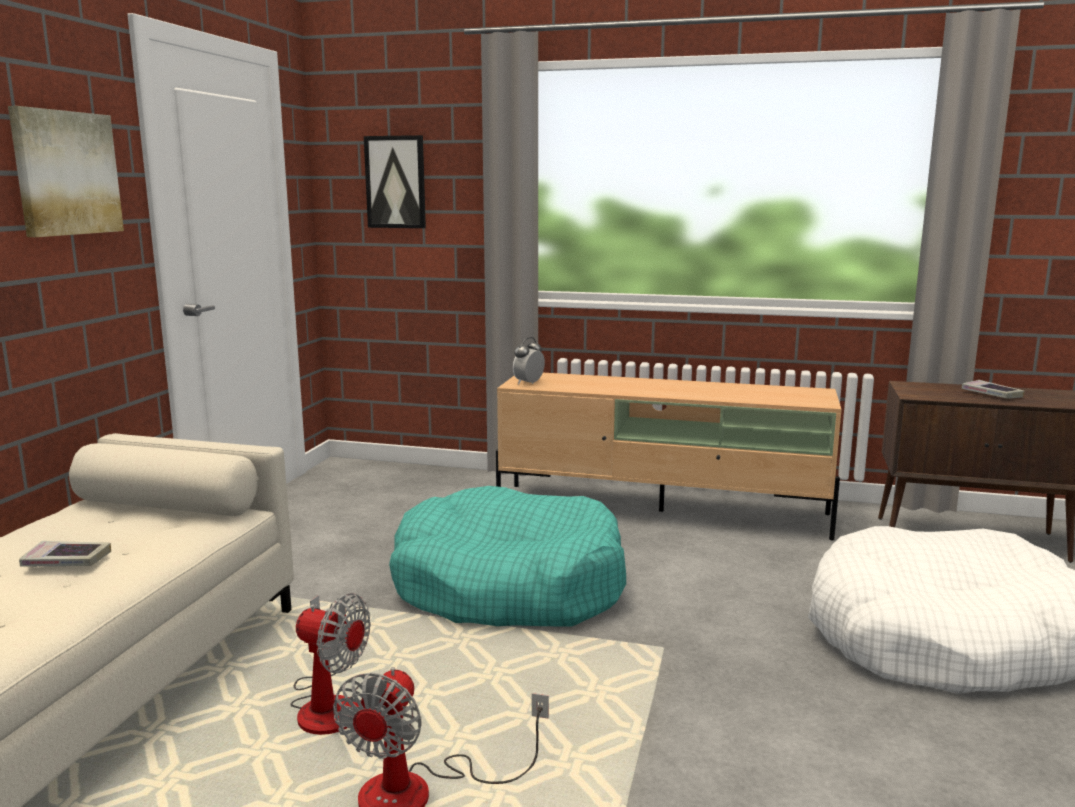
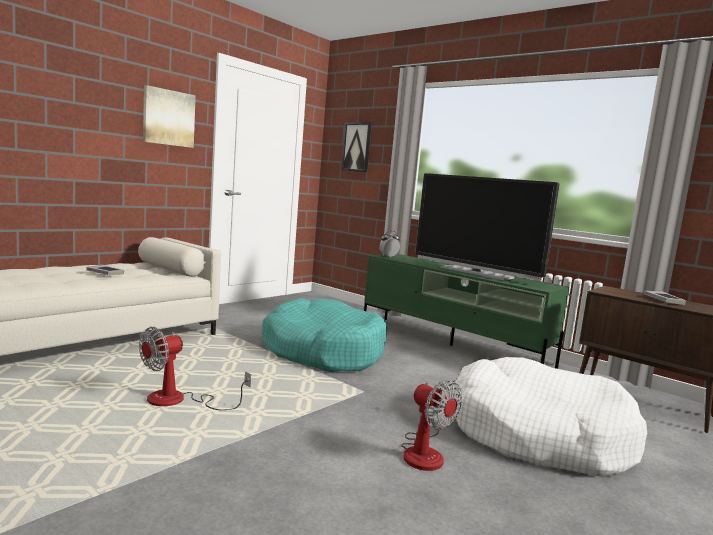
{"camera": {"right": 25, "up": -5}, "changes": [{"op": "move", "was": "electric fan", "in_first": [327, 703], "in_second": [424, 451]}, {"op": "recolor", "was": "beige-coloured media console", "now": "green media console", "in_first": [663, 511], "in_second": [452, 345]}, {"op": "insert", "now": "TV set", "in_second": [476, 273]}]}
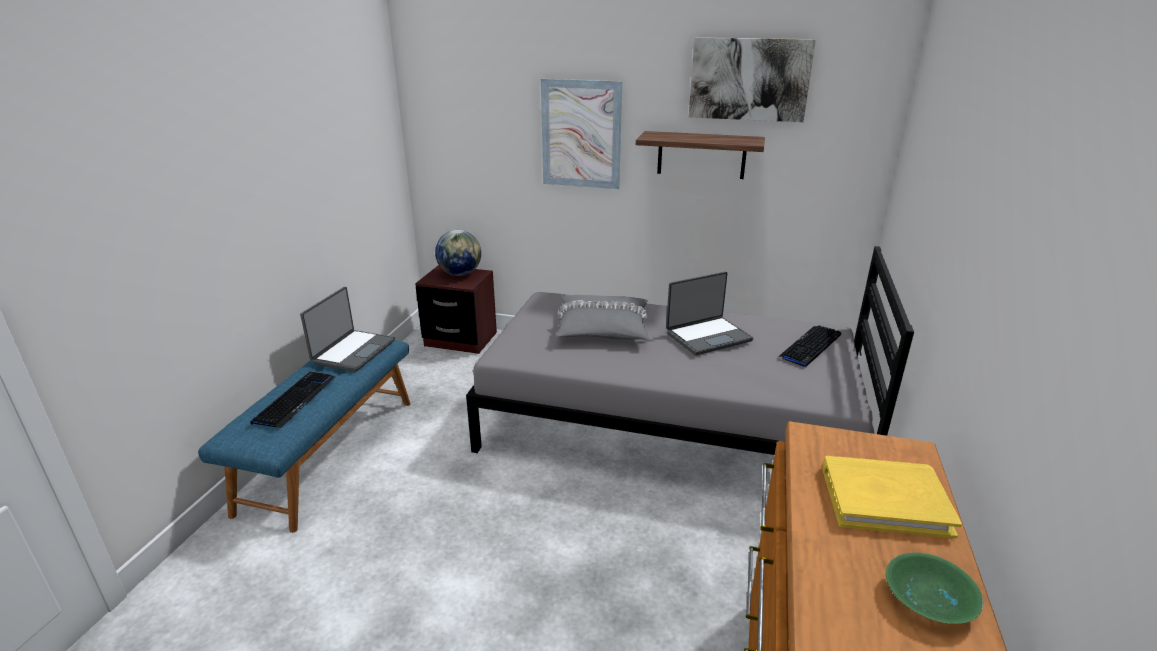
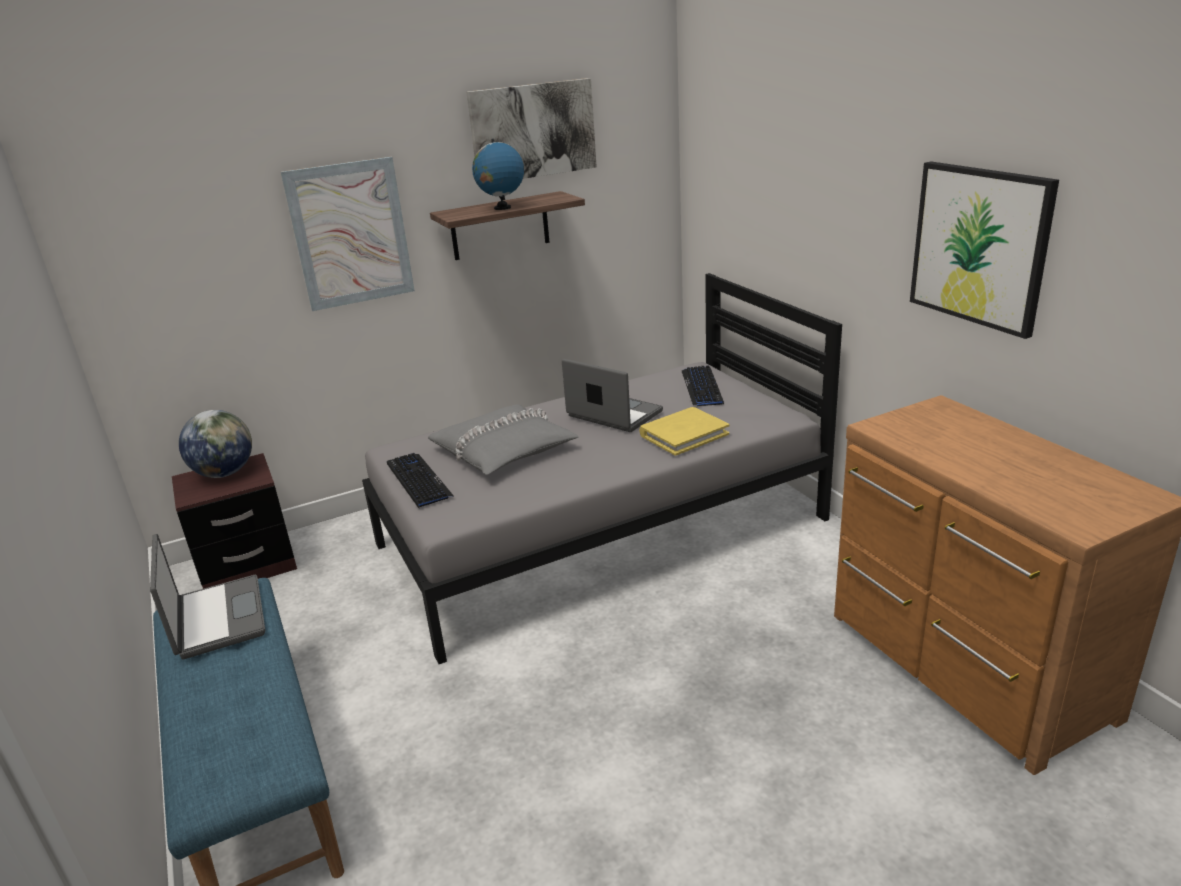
{"camera": {"right": -40, "up": 0}, "changes": [{"op": "move", "was": "keyboard", "in_first": [295, 400], "in_second": [418, 481]}, {"op": "rotate", "was": "laptop", "in_first": [707, 336], "in_second": [613, 414], "clockwise": -75}, {"op": "move", "was": "yellowish bound book", "in_first": [884, 500], "in_second": [683, 434]}, {"op": "delete", "was": "green bowl", "in_first": [931, 601]}, {"op": "insert", "now": "globe", "in_second": [502, 208]}, {"op": "insert", "now": "wall art", "in_second": [979, 246]}]}
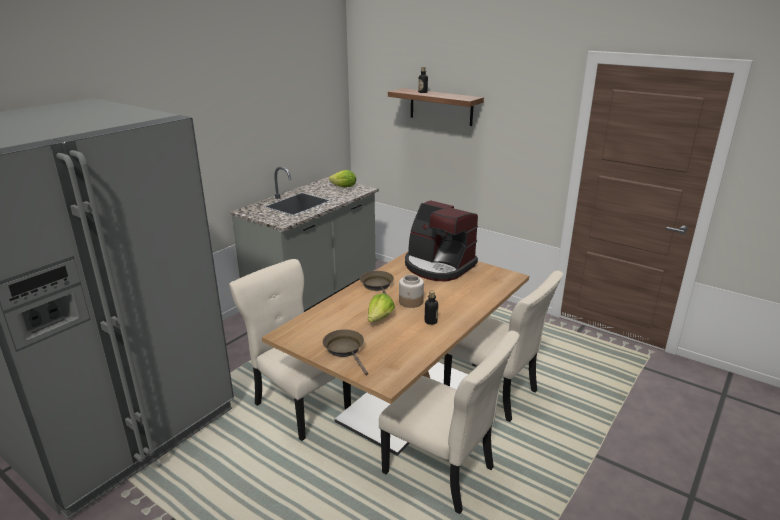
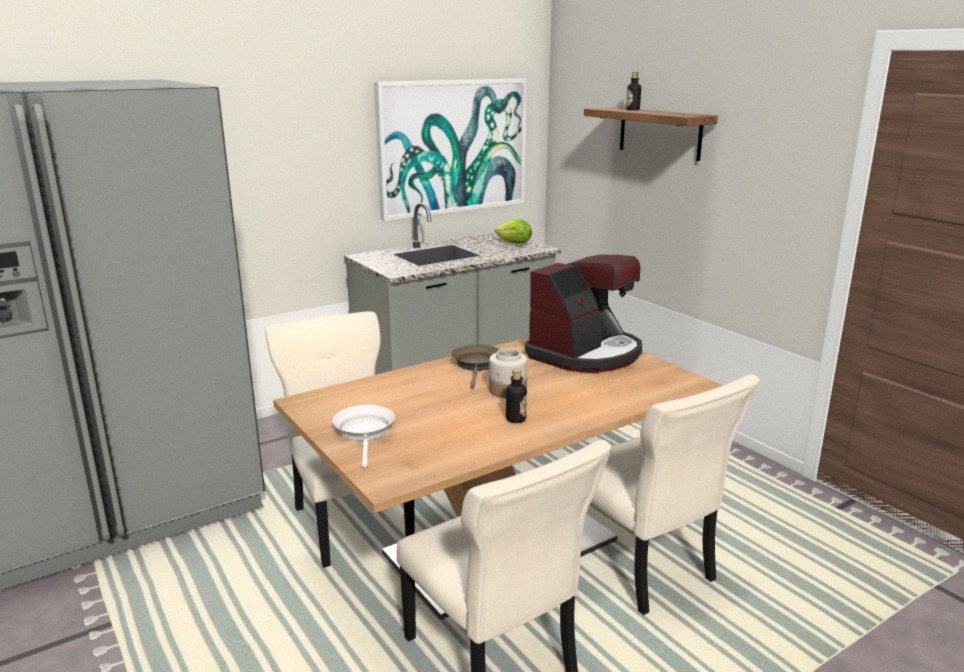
{"camera": {"right": 20, "up": -5}, "changes": [{"op": "recolor", "was": "brown-coloured skillet", "now": "whitish skillet", "in_first": [345, 350], "in_second": [365, 433]}, {"op": "delete", "was": "lettuce head", "in_first": [380, 318]}, {"op": "rotate", "was": "coffee maker", "in_first": [438, 266], "in_second": [586, 354], "clockwise": -105}, {"op": "insert", "now": "wall art", "in_second": [453, 146]}]}
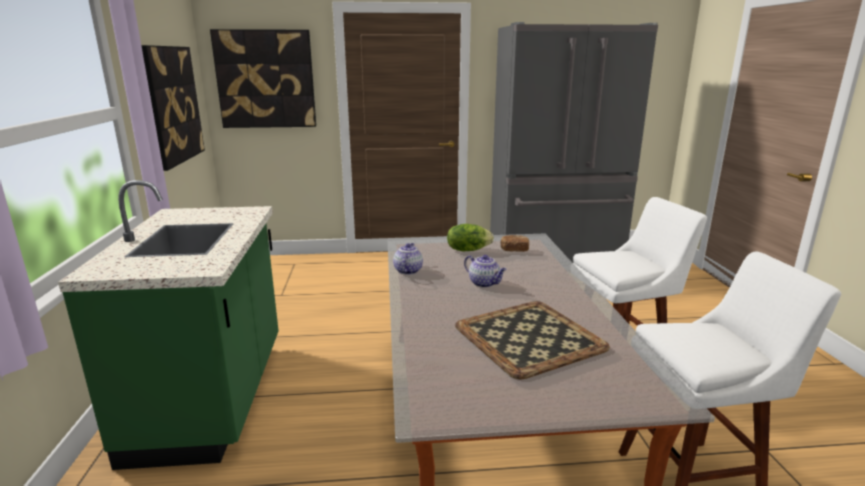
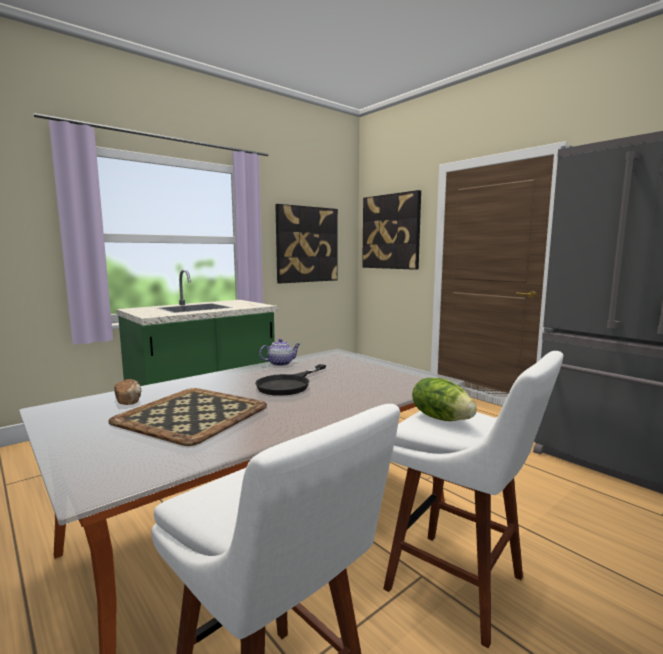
{"camera": {"right": 55, "up": -10}, "changes": [{"op": "move", "was": "lettuce head", "in_first": [468, 250], "in_second": [441, 418]}, {"op": "replace", "was": "teapot", "now": "black skillet", "in_first": [484, 283], "in_second": [289, 384]}, {"op": "move", "was": "bakery bread", "in_first": [514, 250], "in_second": [129, 400]}]}
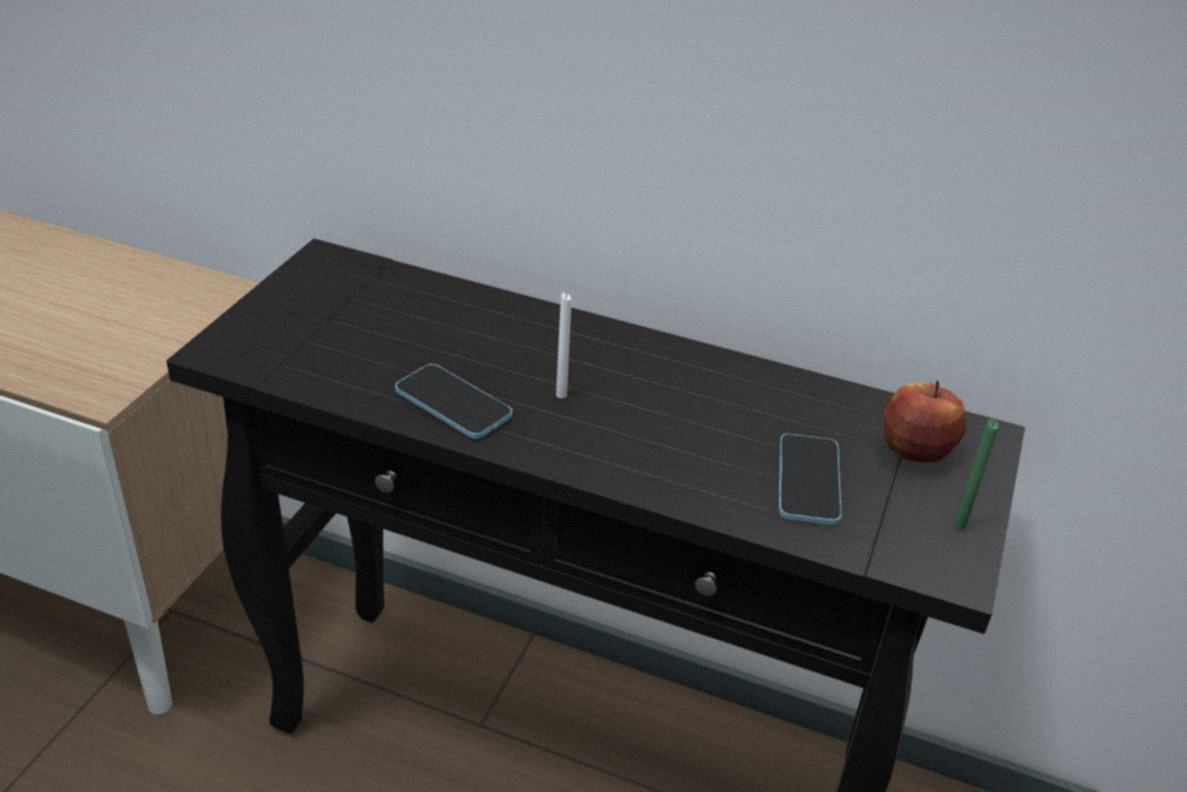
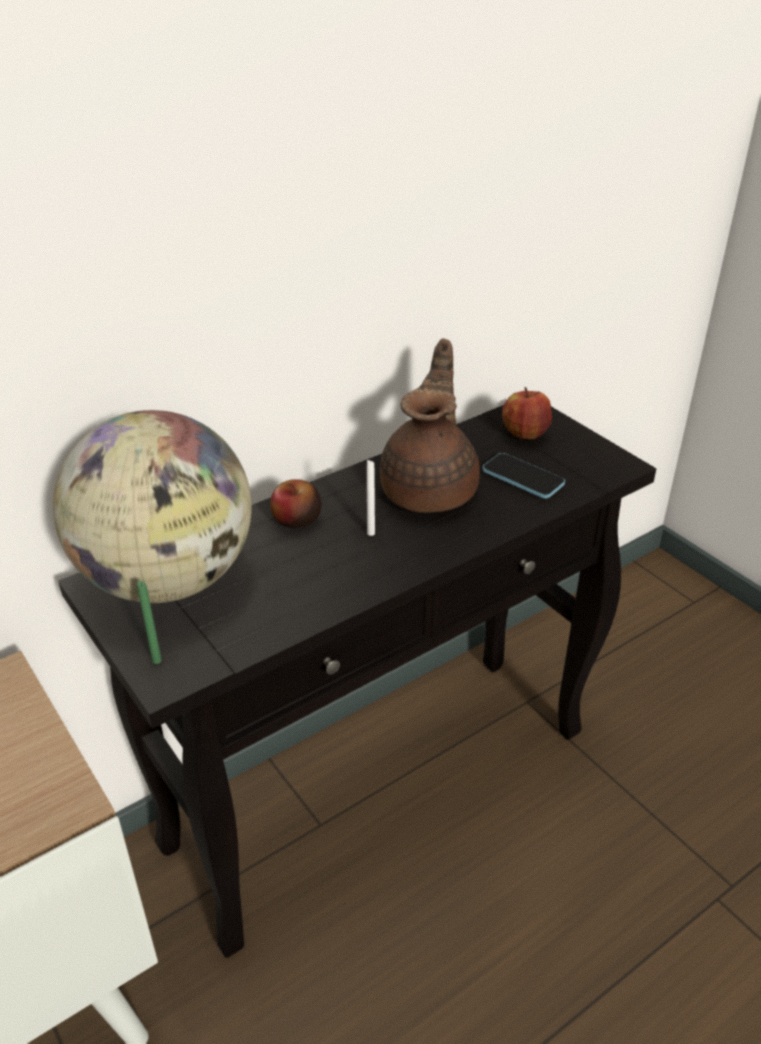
{"camera": {"right": -55, "up": 0}, "changes": [{"op": "delete", "was": "telephone", "in_first": [453, 404]}, {"op": "move", "was": "green candle", "in_first": [959, 526], "in_second": [156, 660]}, {"op": "insert", "now": "globe", "in_second": [168, 580]}, {"op": "insert", "now": "apple", "in_second": [296, 520]}, {"op": "insert", "now": "brown-coloured teapot", "in_second": [431, 489]}]}
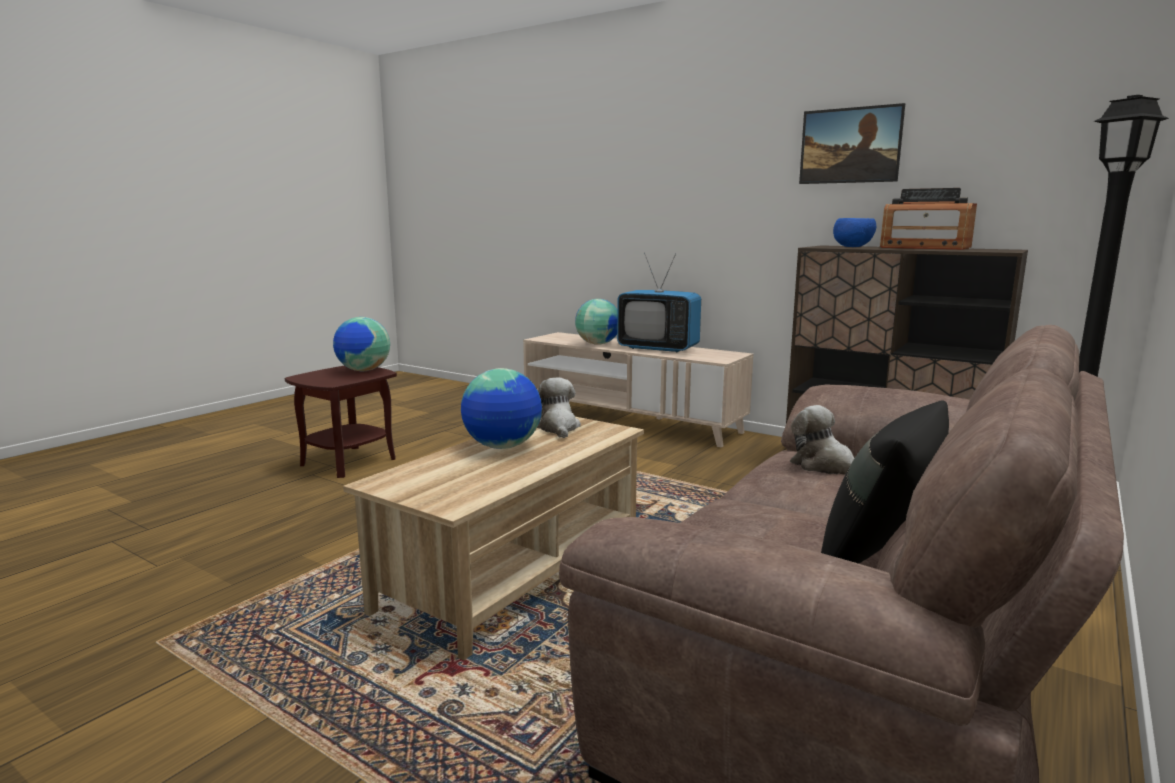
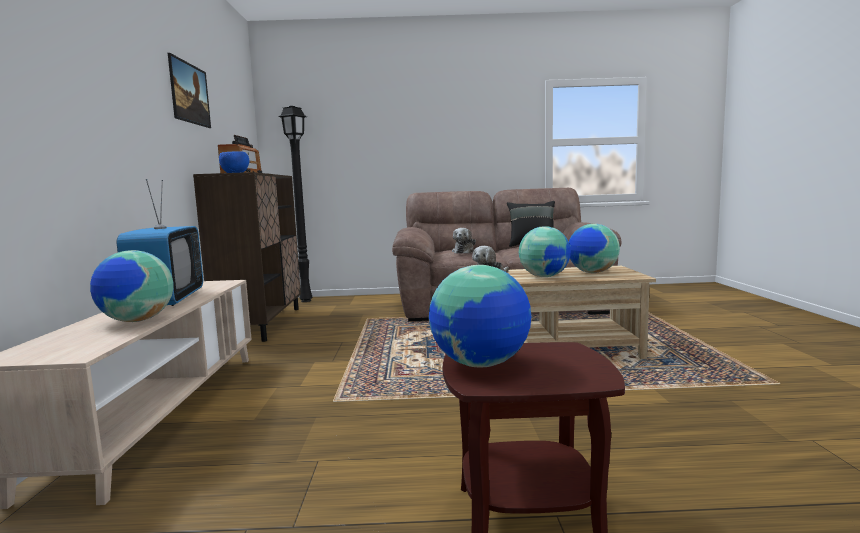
{"camera": {"right": -125, "up": -5}, "changes": [{"op": "insert", "now": "globe", "in_second": [592, 272]}]}
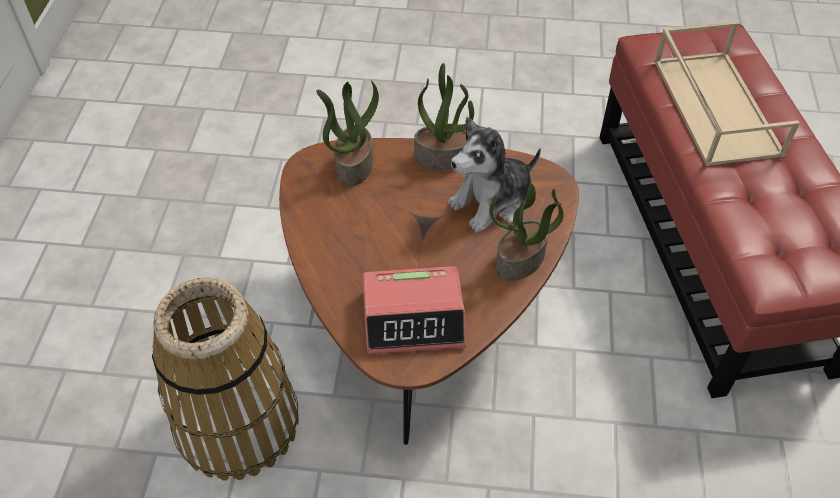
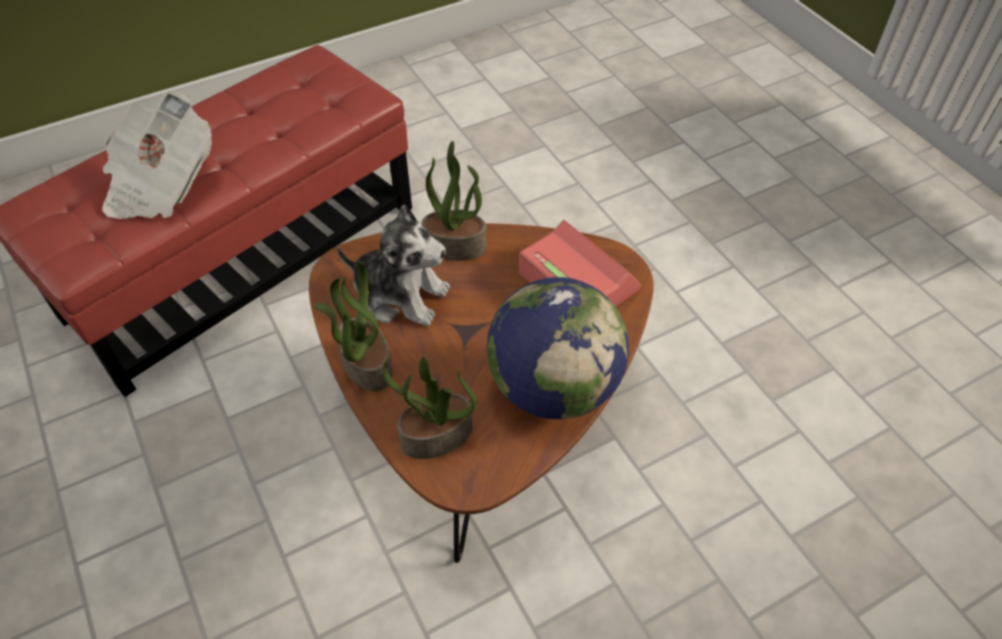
{"camera": {"right": -125, "up": 0}, "changes": [{"op": "delete", "was": "household basket", "in_first": [237, 422]}, {"op": "replace", "was": "beige-coloured serving tray", "now": "newspaper", "in_first": [713, 106], "in_second": [161, 184]}, {"op": "insert", "now": "globe", "in_second": [553, 387]}]}
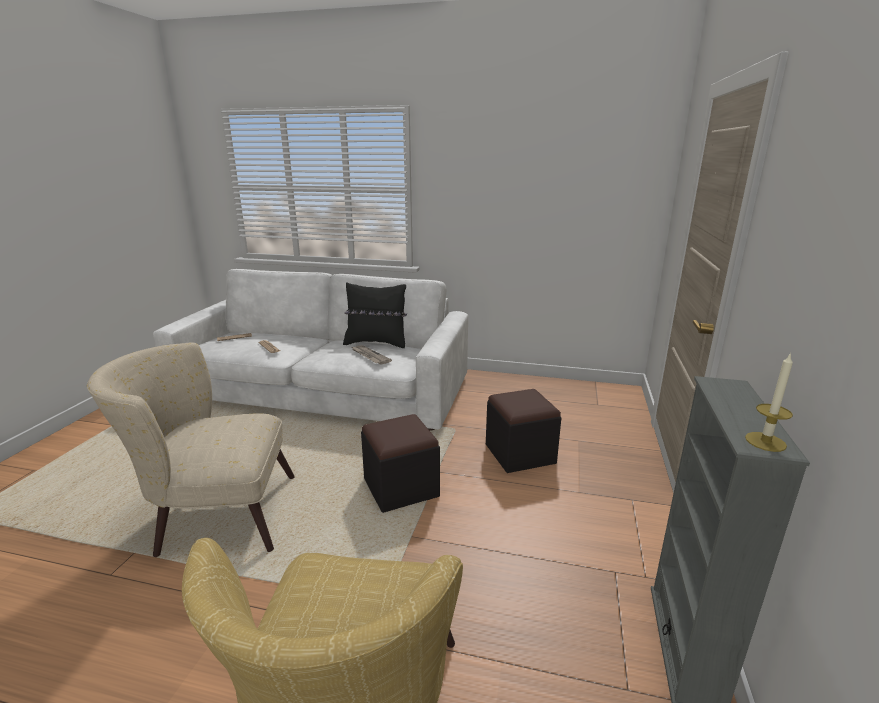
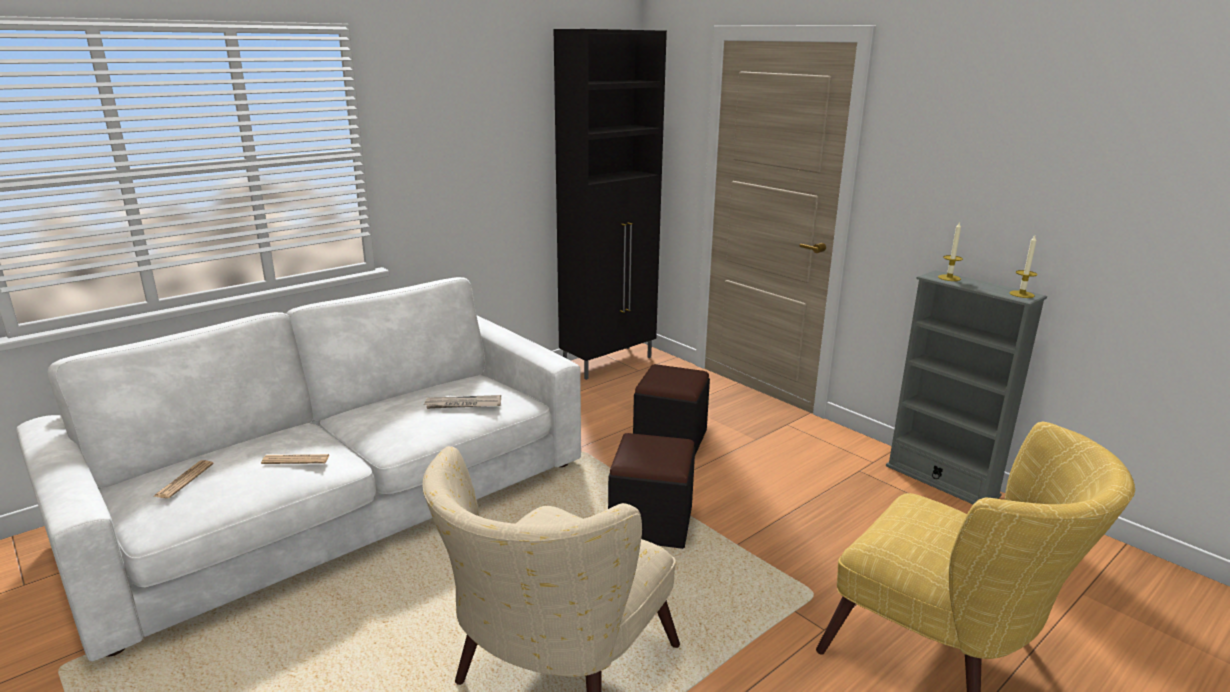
{"camera": {"right": -55, "up": 0}, "changes": [{"op": "delete", "was": "black throw pillow", "in_first": [376, 343]}, {"op": "insert", "now": "black storage cabinet", "in_second": [609, 362]}, {"op": "insert", "now": "candle", "in_second": [949, 278]}]}
